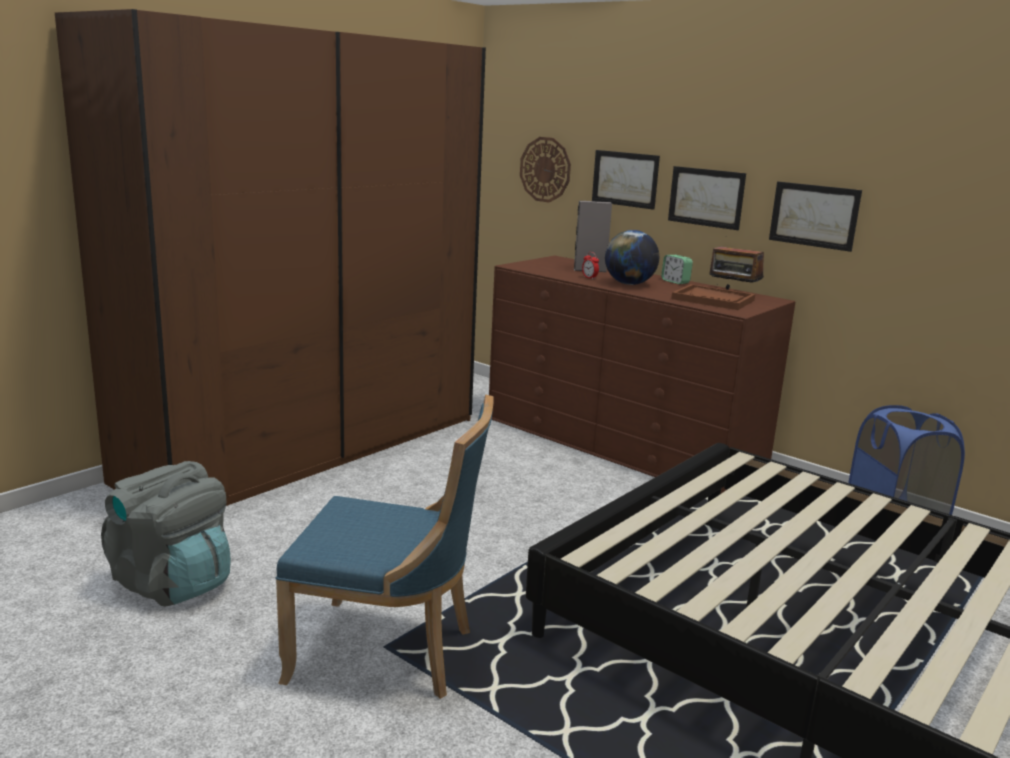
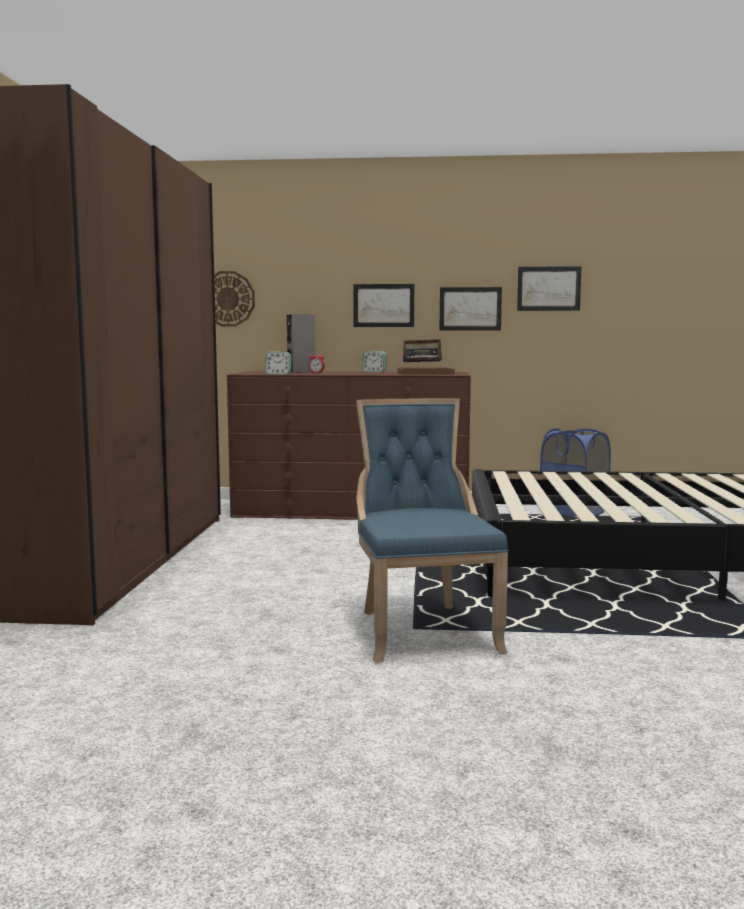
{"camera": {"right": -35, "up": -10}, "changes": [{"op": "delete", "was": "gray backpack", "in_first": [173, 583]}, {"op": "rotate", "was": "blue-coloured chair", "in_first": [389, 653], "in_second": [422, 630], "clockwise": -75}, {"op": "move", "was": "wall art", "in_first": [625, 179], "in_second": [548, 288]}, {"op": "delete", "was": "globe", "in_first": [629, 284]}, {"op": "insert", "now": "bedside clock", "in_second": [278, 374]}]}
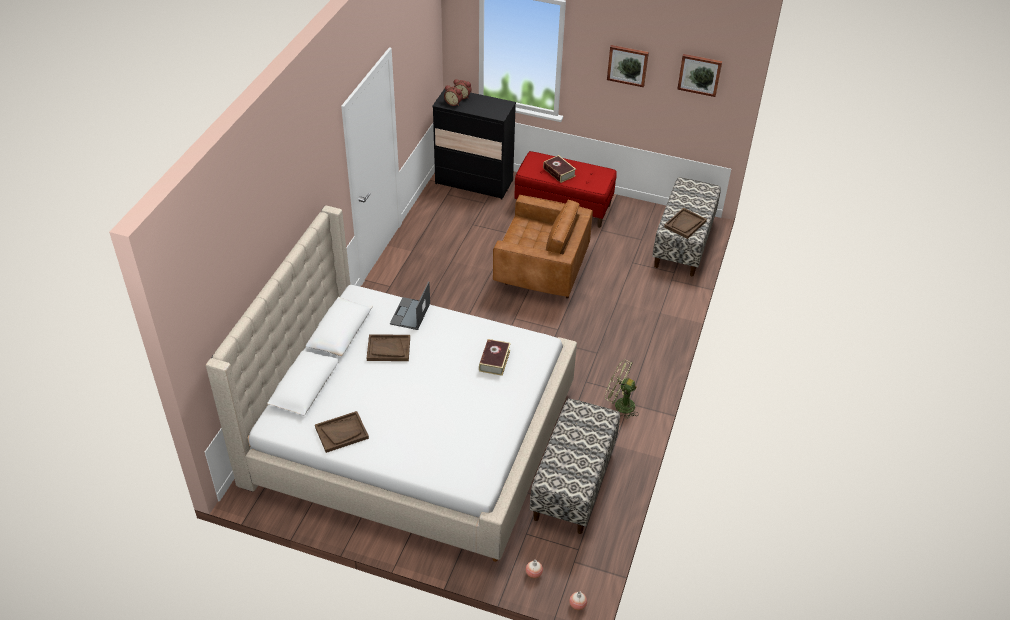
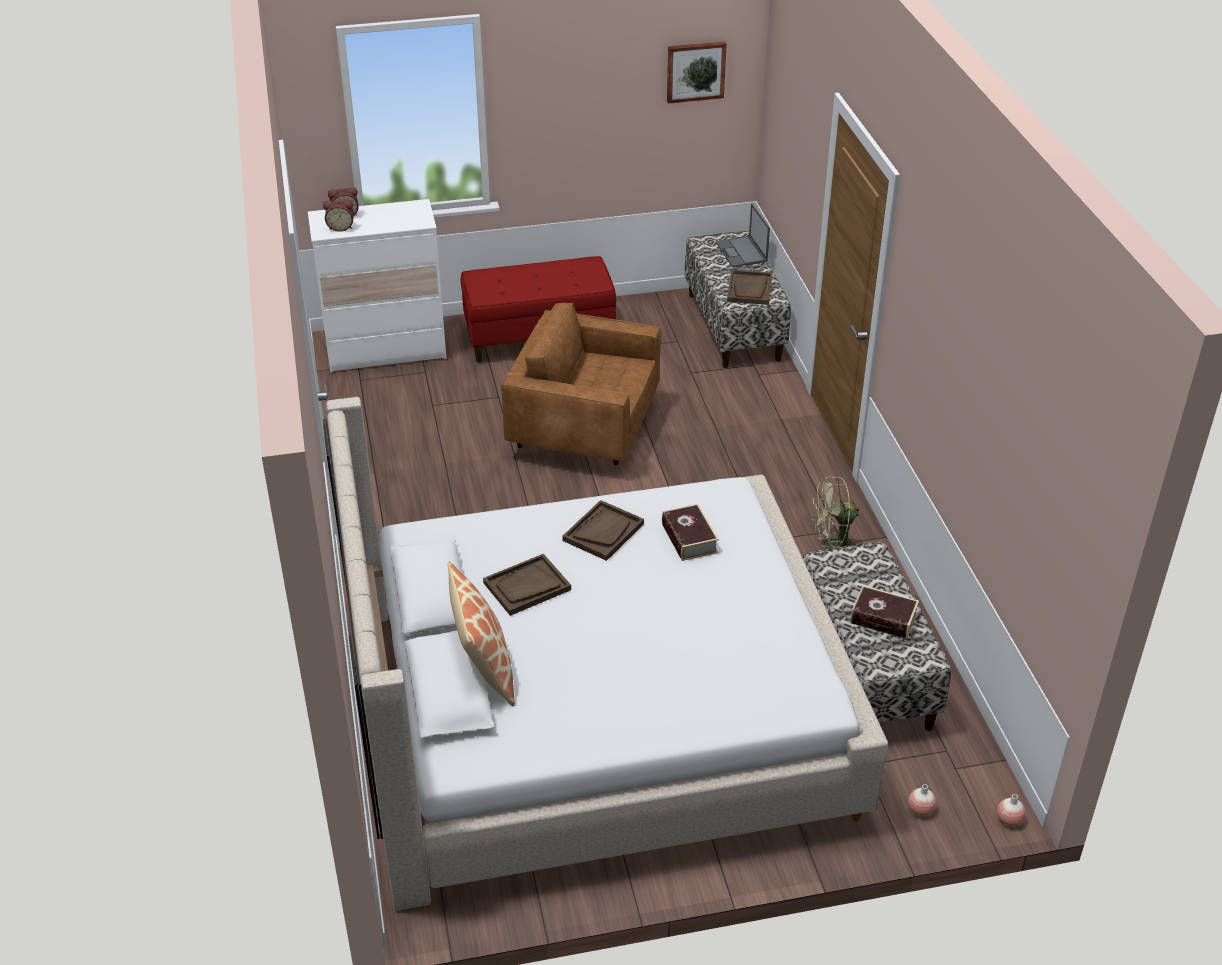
{"camera": {"right": -30, "up": -5}, "changes": [{"op": "move", "was": "brown-coloured serving tray", "in_first": [342, 432], "in_second": [603, 532]}, {"op": "move", "was": "laptop", "in_first": [410, 314], "in_second": [742, 252]}, {"op": "recolor", "was": "black dresser", "now": "whitish dresser", "in_first": [474, 182], "in_second": [386, 351]}, {"op": "rotate", "was": "brown-coloured easy chair", "in_first": [541, 272], "in_second": [584, 430], "clockwise": -150}, {"op": "move", "was": "bound book", "in_first": [559, 172], "in_second": [883, 618]}, {"op": "delete", "was": "wall art", "in_first": [627, 65]}, {"op": "insert", "now": "throw pillow", "in_second": [483, 669]}]}
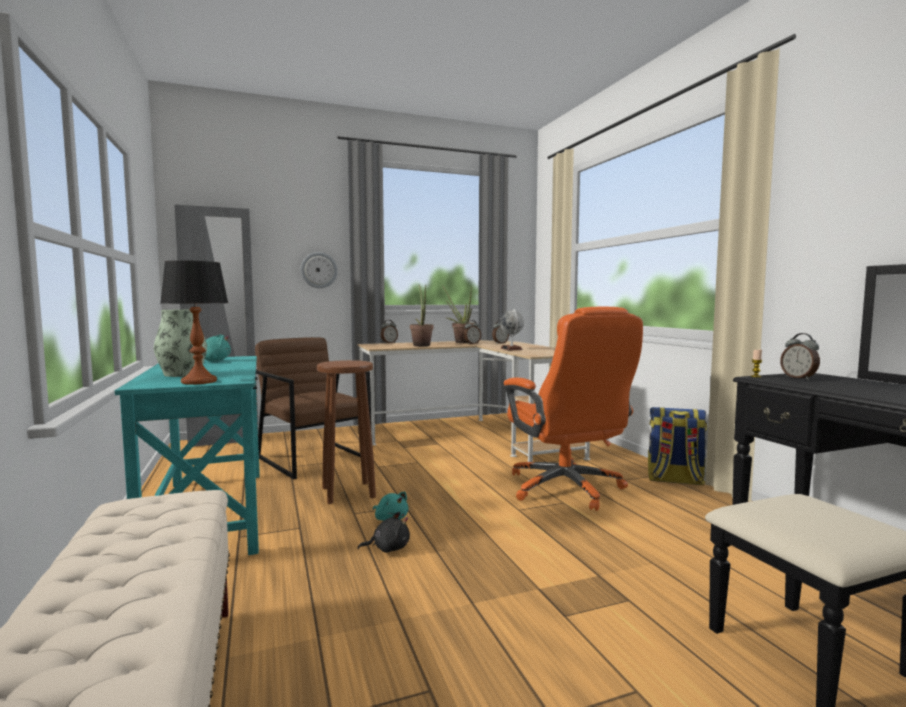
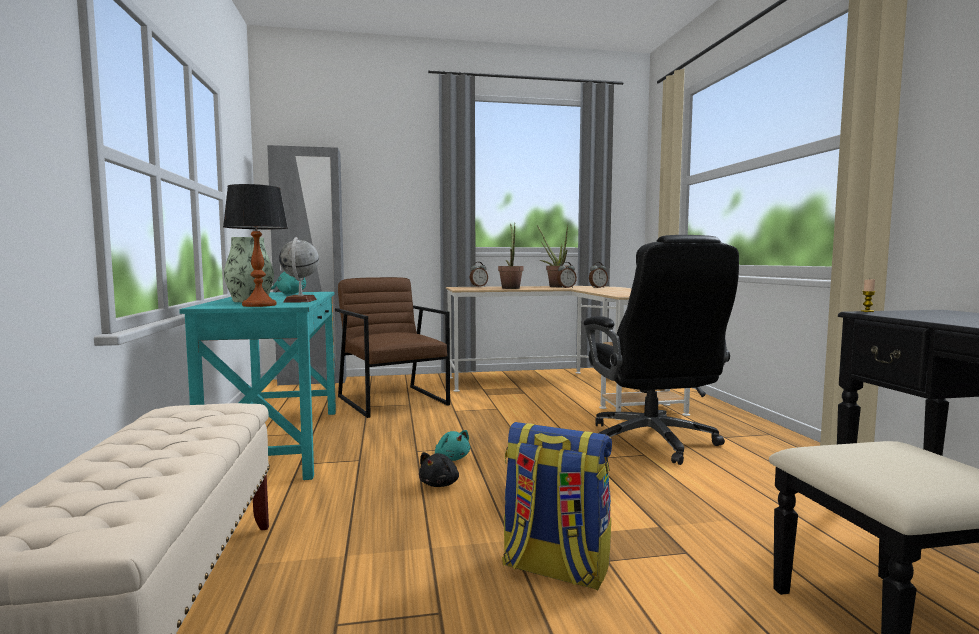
{"camera": {"right": 10, "up": 0}, "changes": [{"op": "delete", "was": "hanging clock", "in_first": [319, 270]}, {"op": "delete", "was": "brown-coloured sitting stool", "in_first": [348, 493]}, {"op": "rotate", "was": "black soft toy", "in_first": [388, 548], "in_second": [440, 484], "clockwise": 120}, {"op": "move", "was": "globe", "in_first": [511, 349], "in_second": [300, 301]}, {"op": "recolor", "was": "orangey computer chair", "now": "black computer chair", "in_first": [566, 488], "in_second": [652, 442]}, {"op": "move", "was": "backpack", "in_first": [674, 480], "in_second": [554, 569]}, {"op": "delete", "was": "bedside clock", "in_first": [799, 378]}]}
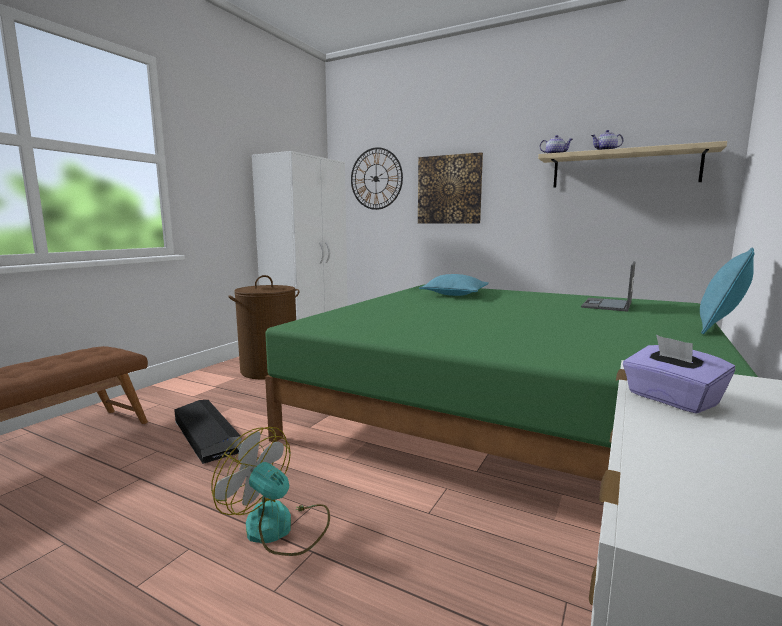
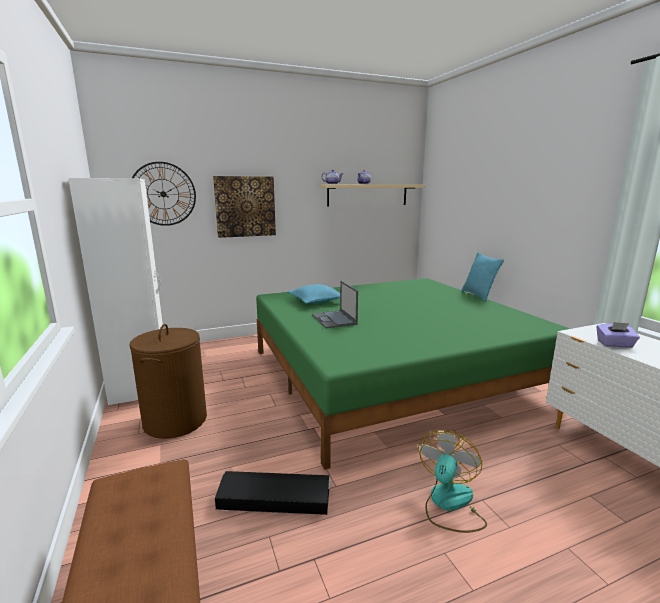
{"camera": {"right": -50, "up": 5}, "changes": [{"op": "rotate", "was": "electric fan", "in_first": [279, 528], "in_second": [449, 504], "clockwise": 135}, {"op": "move", "was": "laptop", "in_first": [607, 305], "in_second": [334, 319]}]}
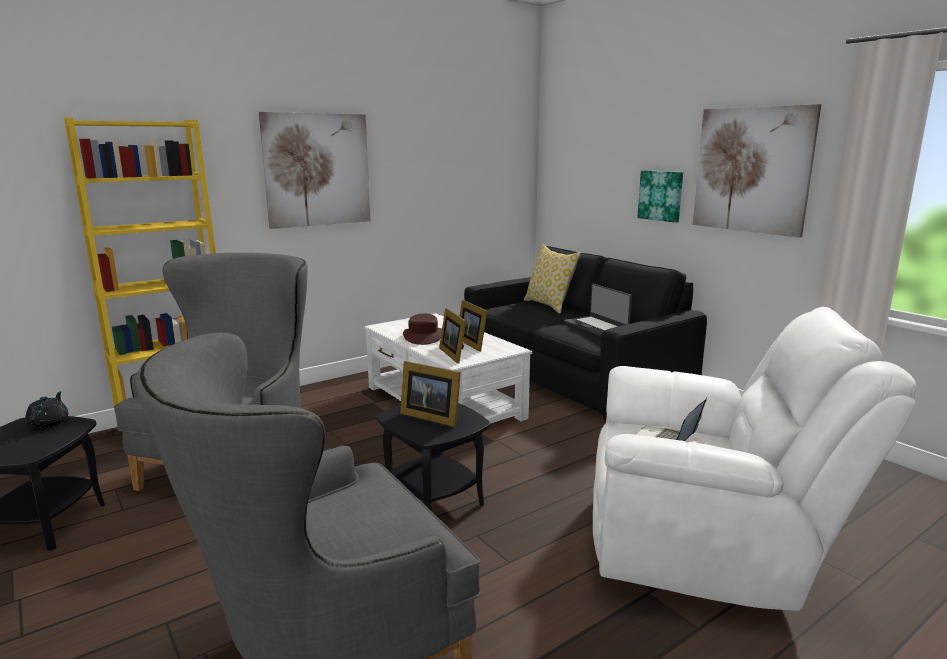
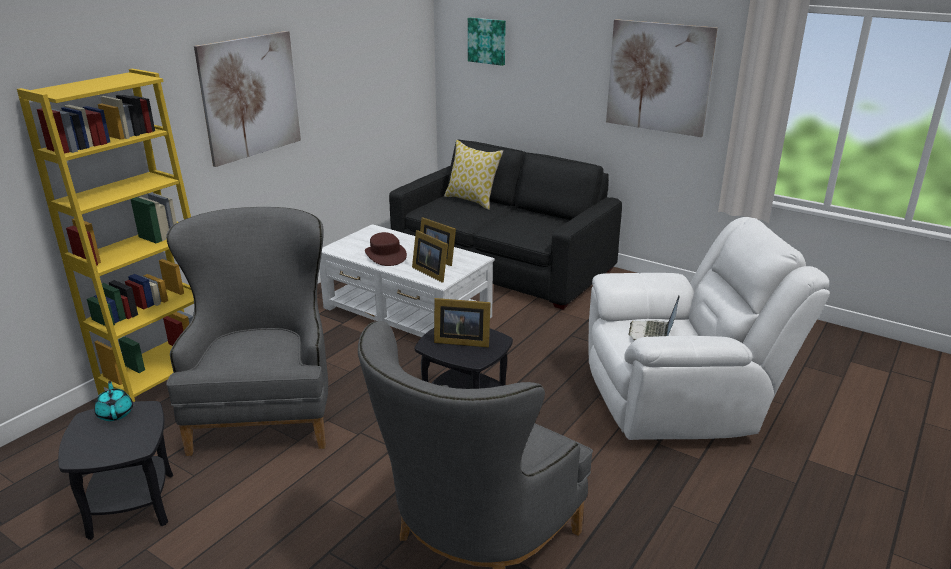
{"camera": {"right": -20, "up": 10}, "changes": [{"op": "recolor", "was": "black teapot", "now": "blue-green teapot", "in_first": [49, 423], "in_second": [115, 413]}, {"op": "delete", "was": "laptop", "in_first": [596, 326]}, {"op": "move", "was": "wall art", "in_first": [661, 195], "in_second": [487, 41]}]}
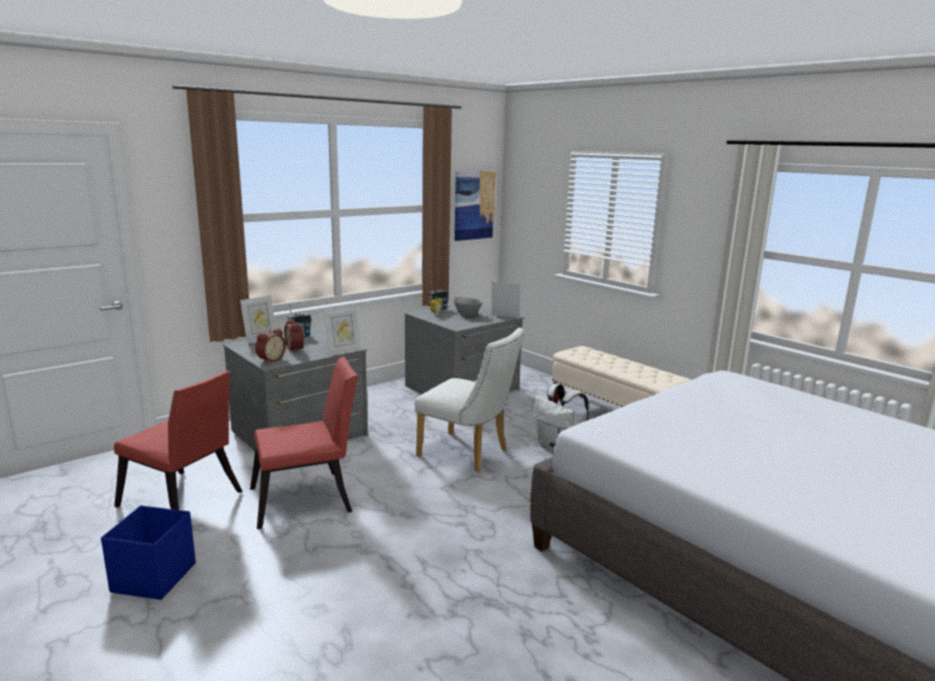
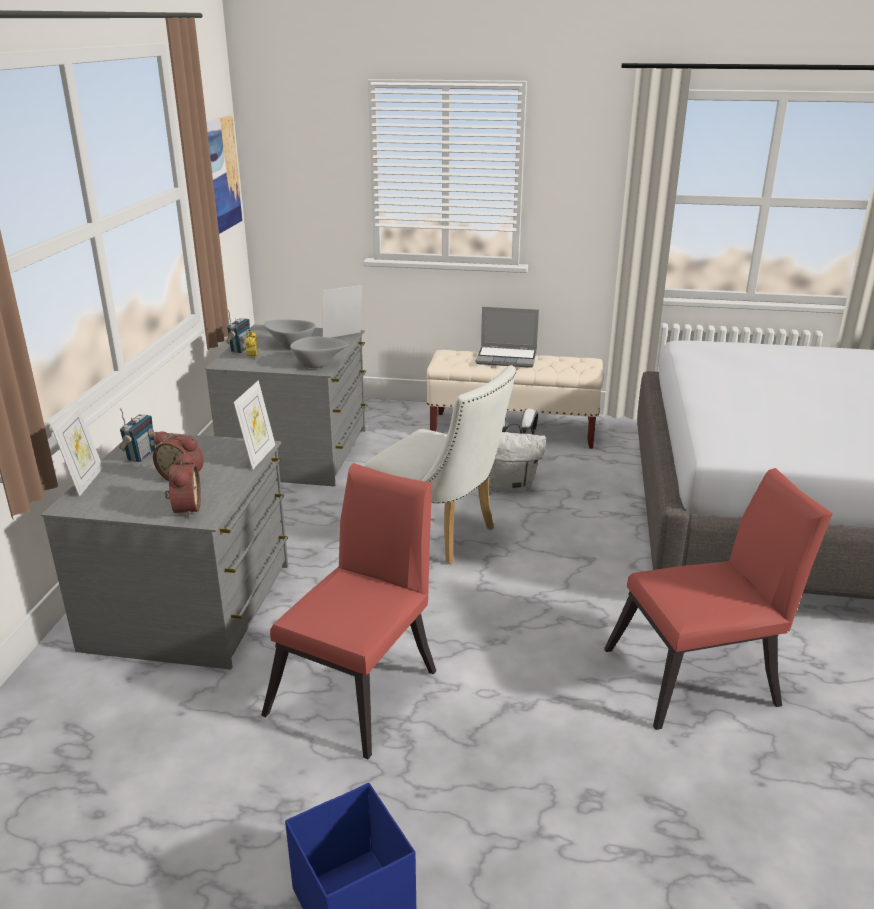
{"camera": {"right": -40, "up": 10}, "changes": [{"op": "move", "was": "reddish chair", "in_first": [184, 502], "in_second": [701, 676]}, {"op": "rotate", "was": "whitish chair", "in_first": [468, 454], "in_second": [441, 535], "clockwise": 45}, {"op": "insert", "now": "gray bowl", "in_second": [319, 365]}, {"op": "insert", "now": "laptop", "in_second": [507, 358]}]}
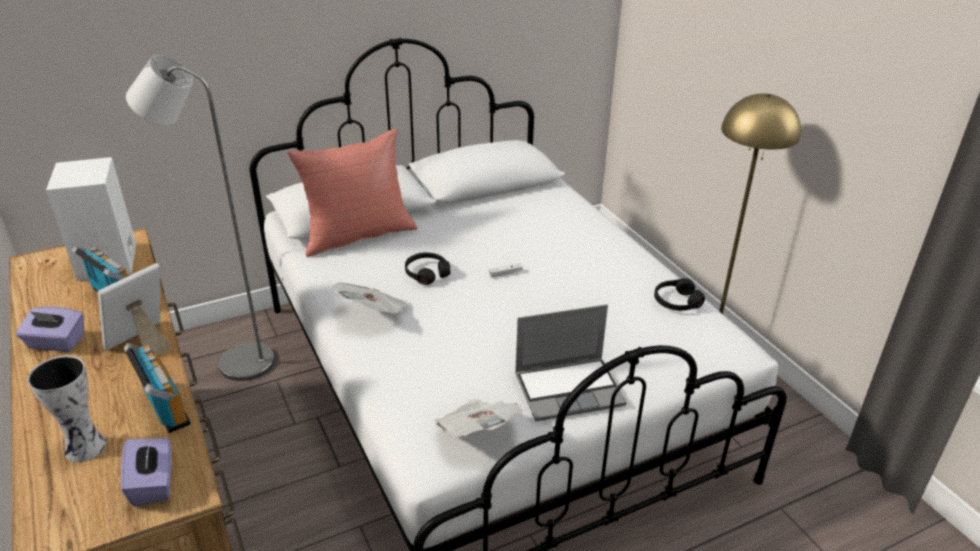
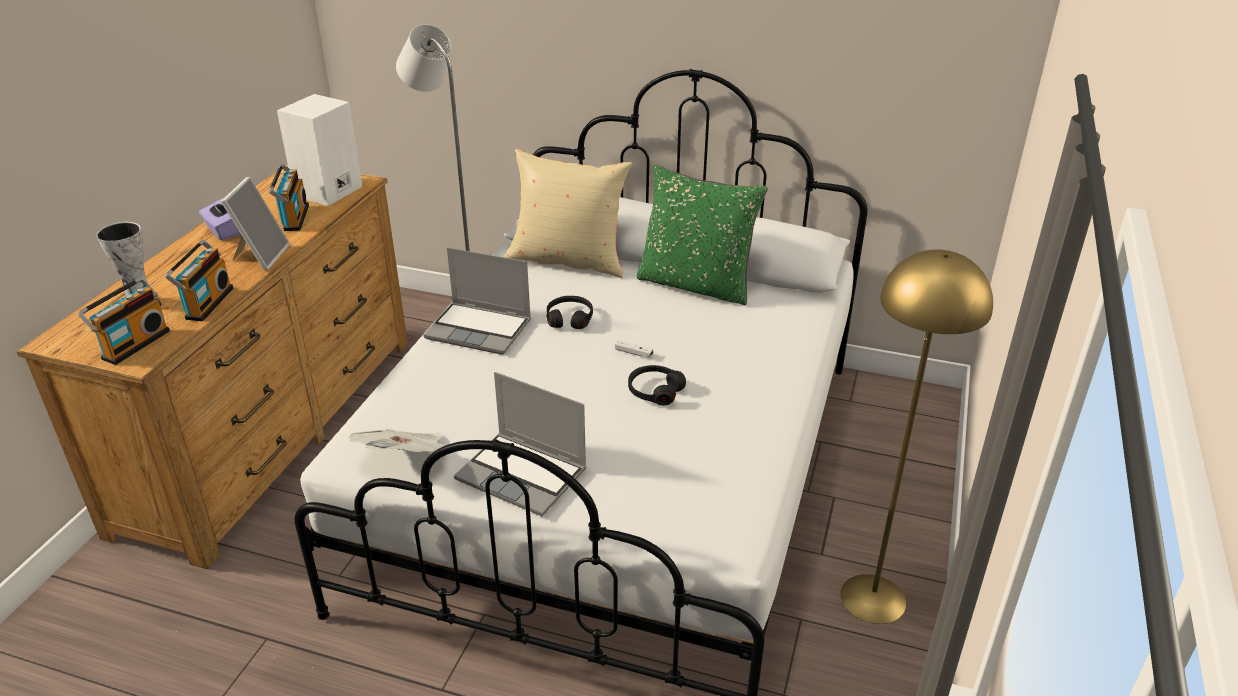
{"camera": {"right": 45, "up": 0}, "changes": [{"op": "rotate", "was": "standing frame", "in_first": [143, 343], "in_second": [261, 256], "clockwise": 105}, {"op": "replace", "was": "purplish tissue box", "now": "radio set", "in_first": [153, 484], "in_second": [134, 344]}, {"op": "recolor", "was": "reddish throw pillow", "now": "beige-coloured throw pillow", "in_first": [357, 235], "in_second": [568, 260]}, {"op": "replace", "was": "newspaper", "now": "laptop", "in_first": [375, 314], "in_second": [480, 329]}, {"op": "move", "was": "black headset", "in_first": [676, 301], "in_second": [655, 391]}, {"op": "insert", "now": "green throw pillow", "in_second": [696, 285]}]}
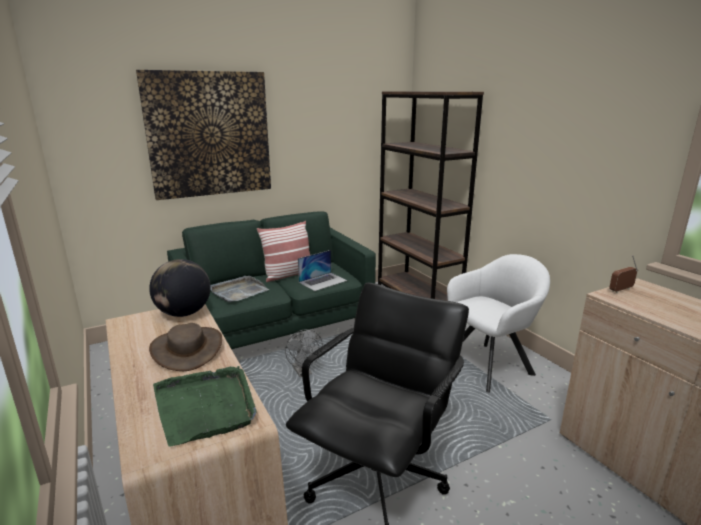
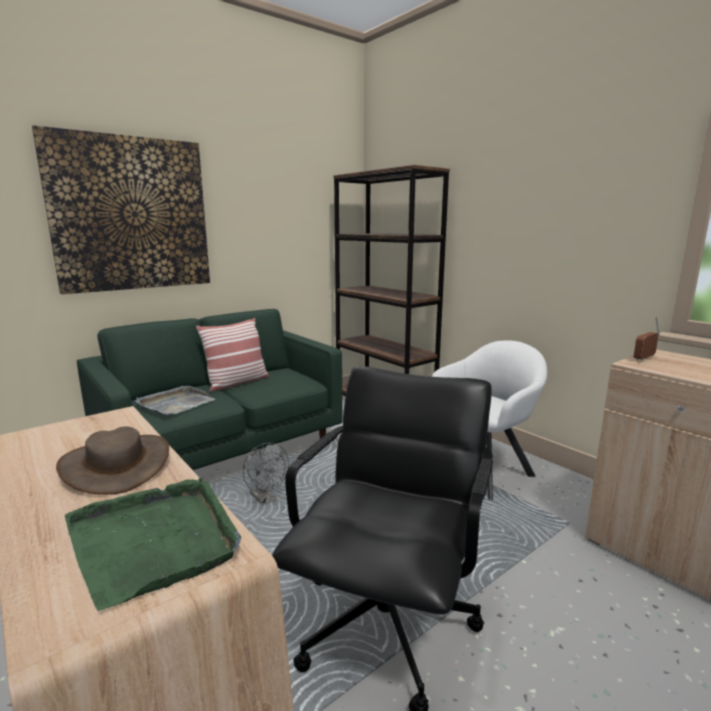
{"camera": {"right": -10, "up": -5}, "changes": [{"op": "delete", "was": "globe", "in_first": [184, 313]}, {"op": "delete", "was": "laptop", "in_first": [323, 281]}]}
